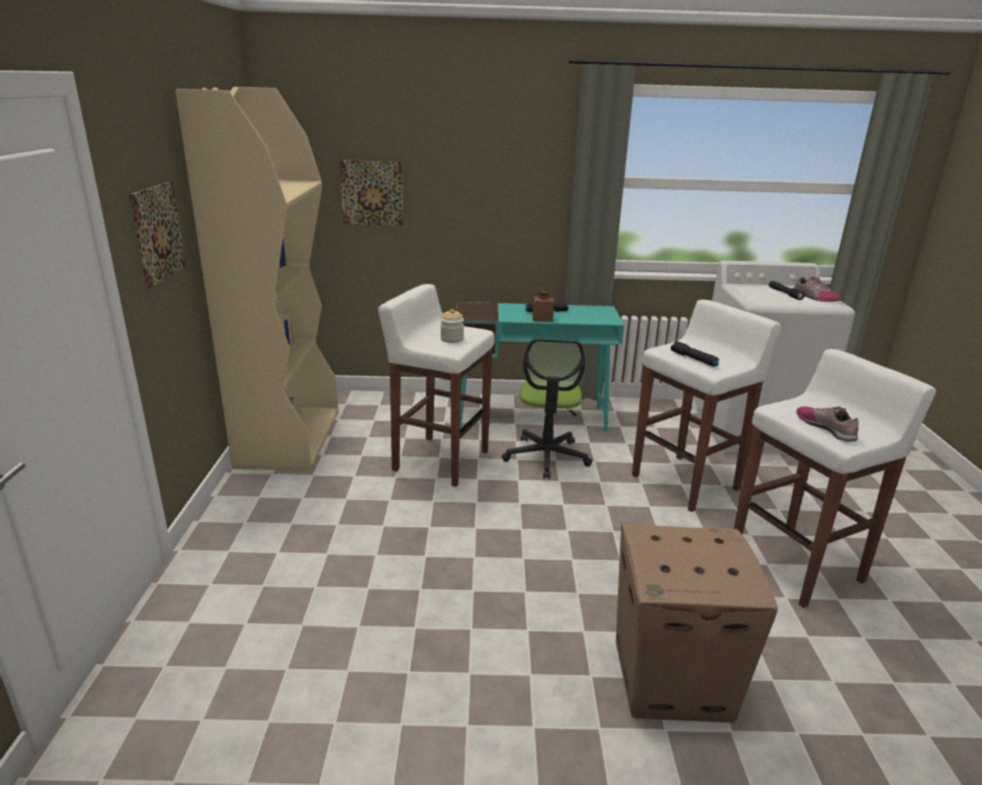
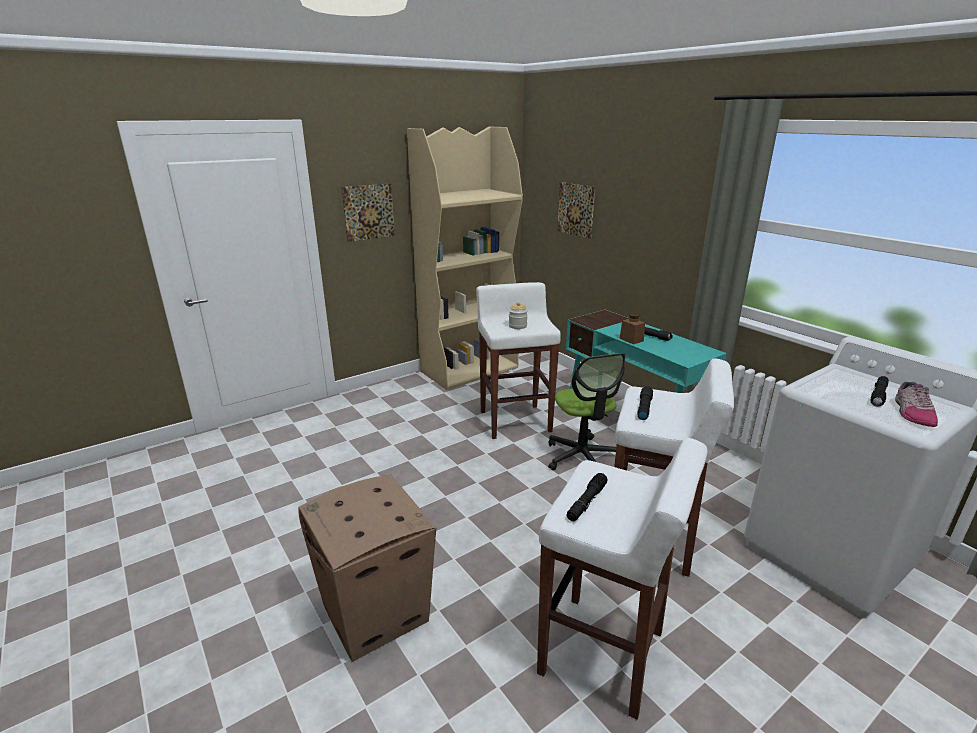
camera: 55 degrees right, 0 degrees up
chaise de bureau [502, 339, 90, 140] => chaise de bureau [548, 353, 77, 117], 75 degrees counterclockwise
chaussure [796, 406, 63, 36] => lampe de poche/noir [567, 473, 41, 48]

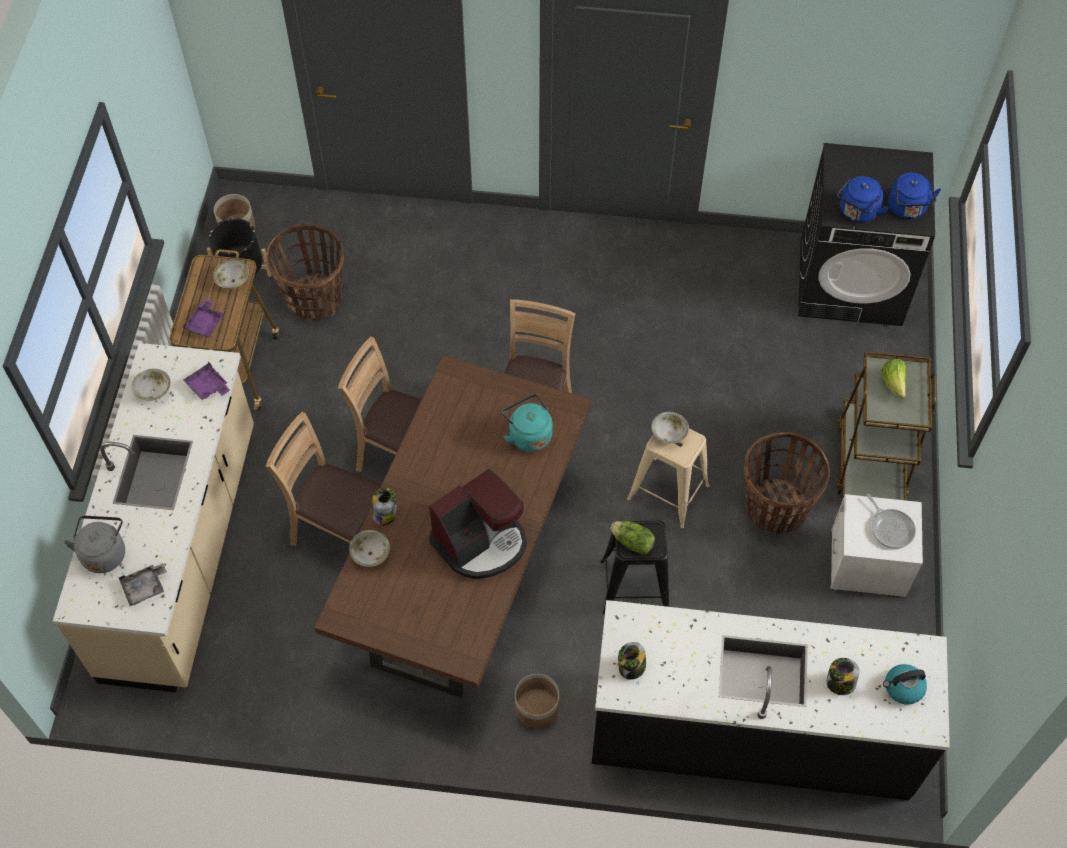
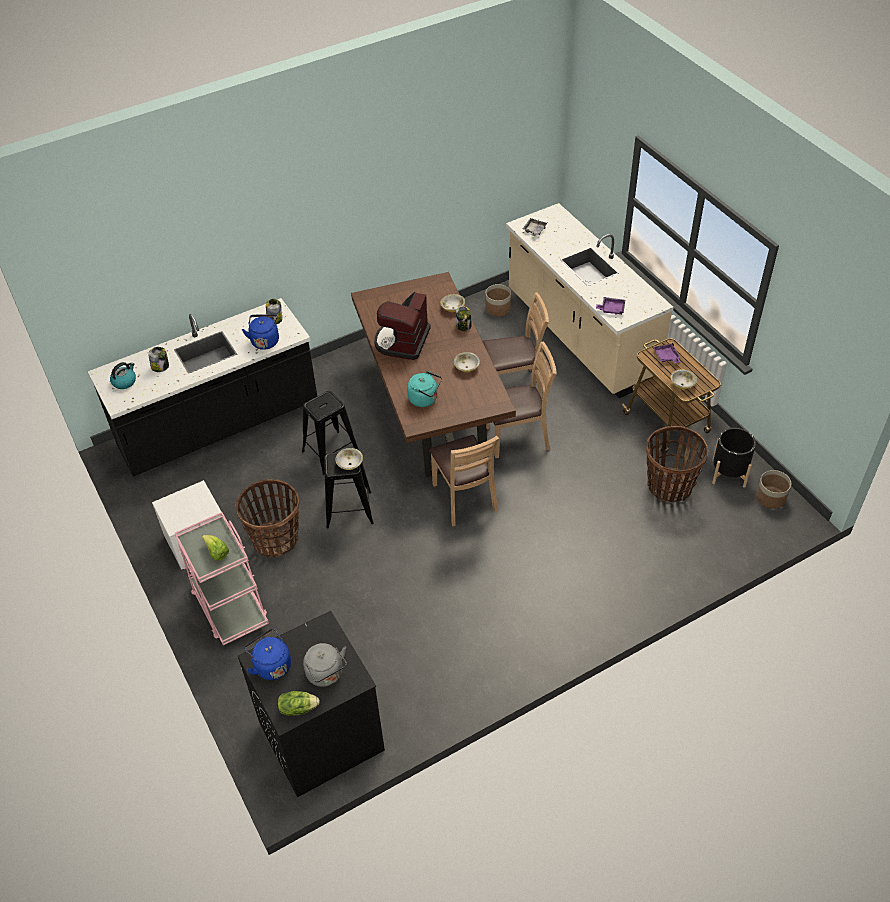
camera: 145 degrees right, 10 degrees down
chariot/marron [836, 351, 100, 150] => chariot/rose [175, 512, 94, 133]
bouilloire/bleu [837, 176, 52, 47] => bouilloire/bleu [242, 314, 37, 36], relocated
laitue [610, 521, 45, 34] => laitue [277, 691, 43, 25], relocated
bouilloire/gris [64, 516, 61, 57] => bouilloire/gris [303, 643, 44, 44], relocated
tabouret/beige [627, 429, 83, 99] => tabouret/noir [324, 452, 50, 77]
bol [132, 369, 39, 32] => bol [454, 352, 26, 20], relocated
cache-pot [515, 674, 44, 55] => cache-pot [486, 284, 25, 33], relocated
poêle [866, 494, 50, 55] => nothing

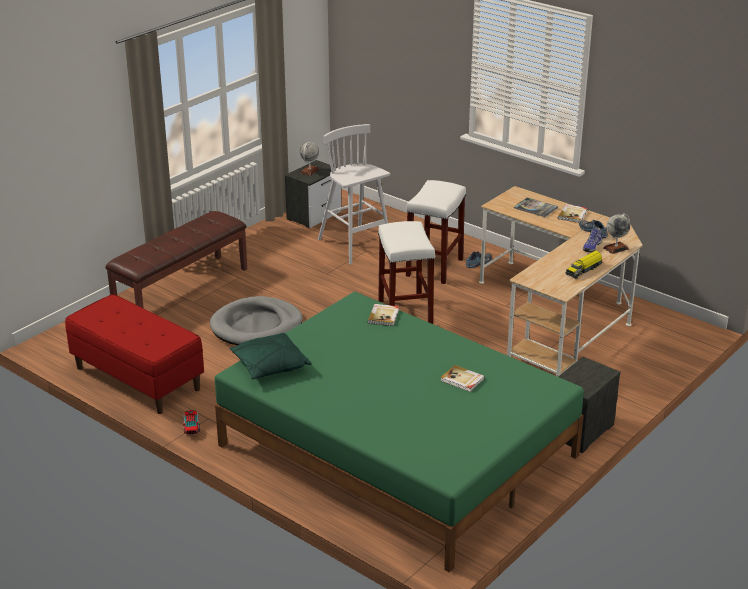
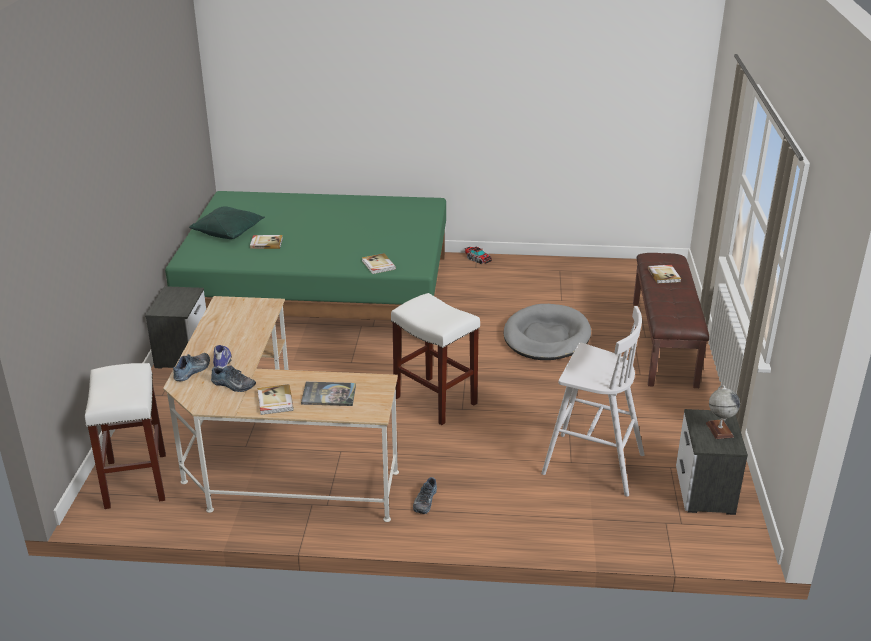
camera: 145 degrees right, 0 degrees up
tabouret/blanc [406, 180, 60, 104] => tabouret/blanc [85, 363, 81, 146], relocated
globe [603, 213, 27, 41] => chaussure [173, 353, 37, 28]
coussin/vert [229, 333, 83, 46] => coussin/vert [189, 206, 76, 33], relocated
nothing => livre [648, 265, 33, 19]
banc/rouge [65, 294, 139, 120] => nothing
camion jouet [566, 251, 37, 28] => nothing

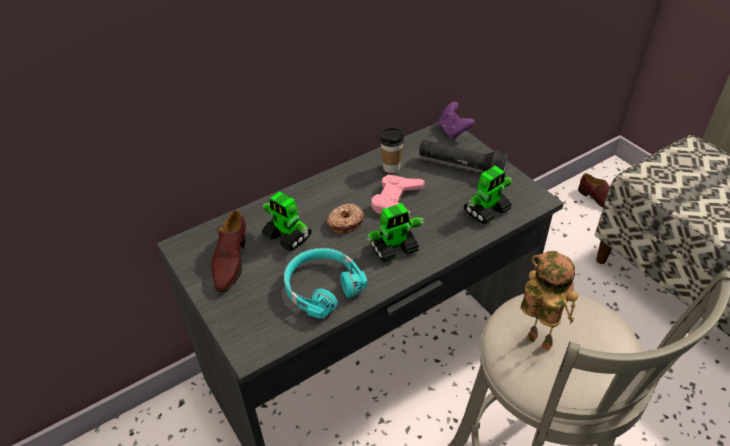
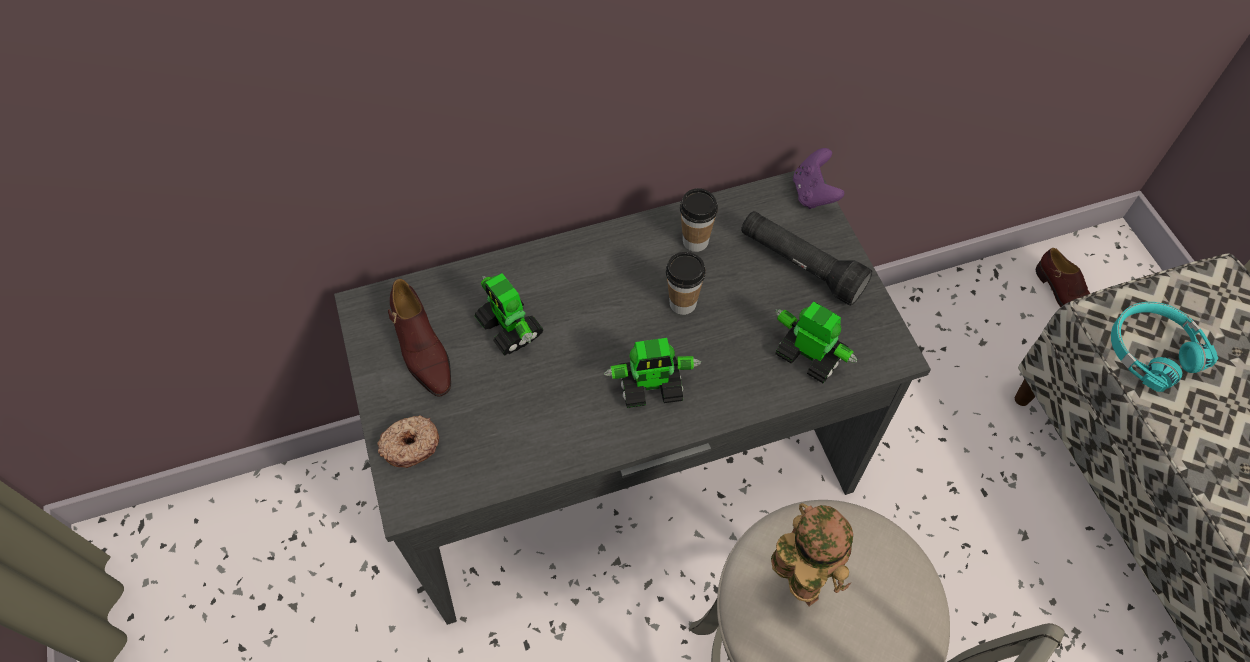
camera: 15 degrees right, 15 degrees up
beignet [327, 203, 37, 30] => beignet [377, 415, 62, 53], relocated
chaussure/marron [211, 210, 35, 82] => chaussure/marron [388, 279, 63, 118], 45 degrees counterclockwise
manette/rose [371, 175, 54, 42] => tasse [666, 252, 40, 63]
robot jouet [463, 166, 50, 58] => robot jouet [775, 301, 82, 82], 120 degrees counterclockwise
casque audio/turquoise [284, 248, 83, 71] => casque audio/turquoise [1111, 302, 107, 90], relocated

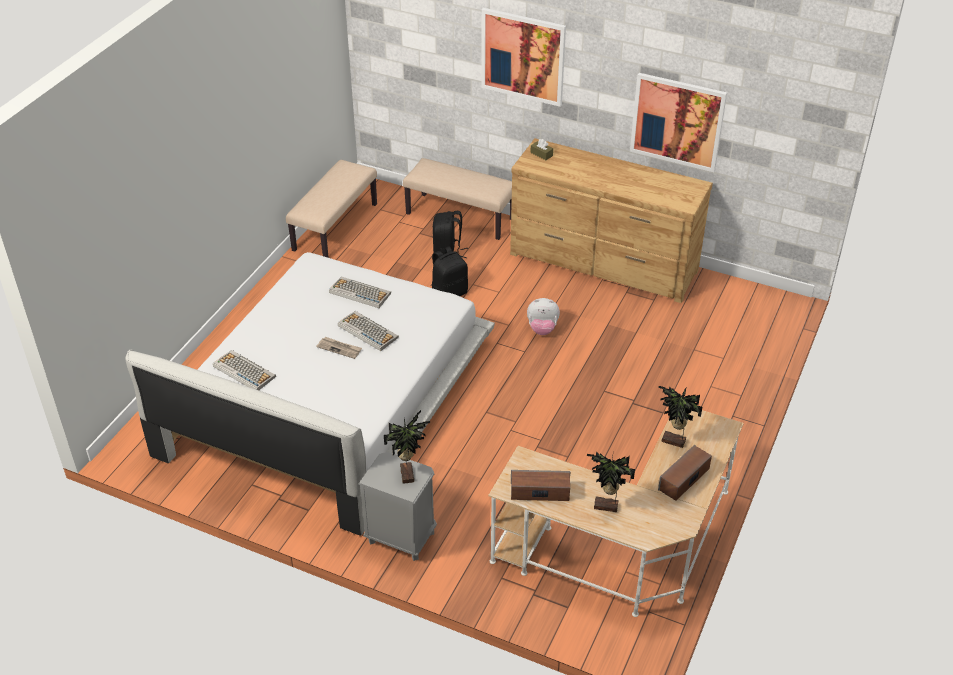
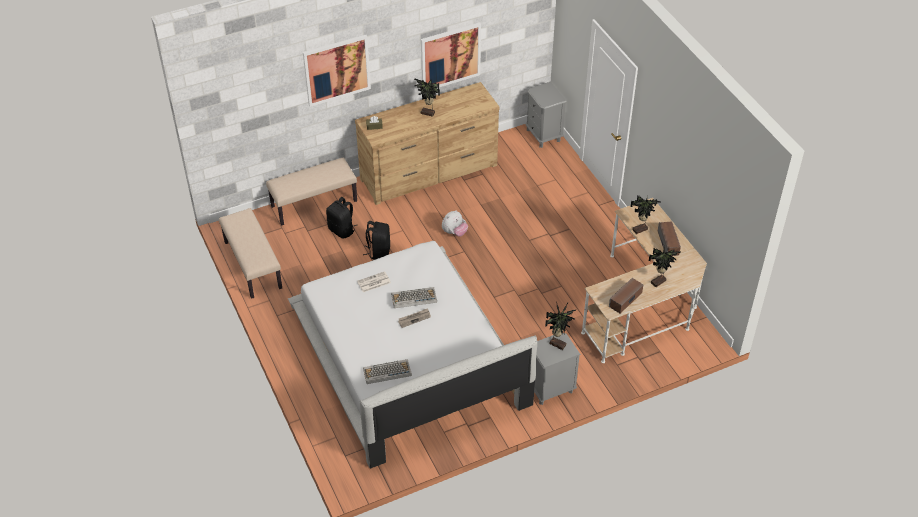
camera: 50 degrees left, 5 degrees up
clavier [329, 276, 62, 32] => journal [357, 271, 34, 21]
nothing => plante en pot [414, 78, 26, 39]
nothing => table de chevet/gris [525, 81, 41, 67]

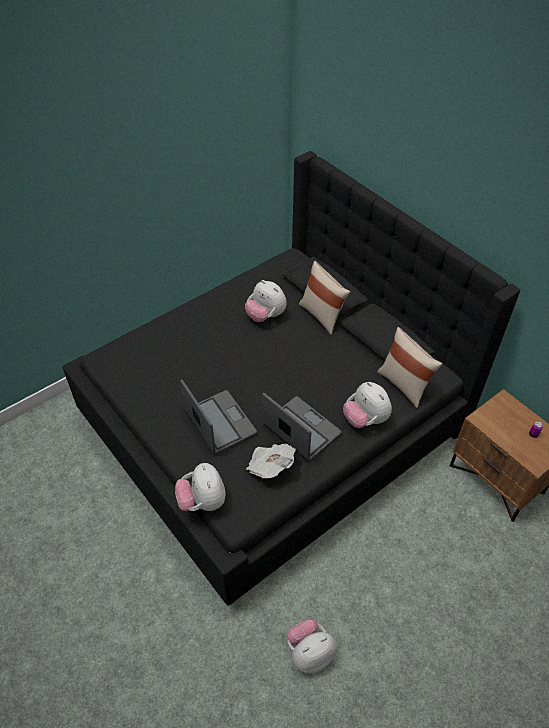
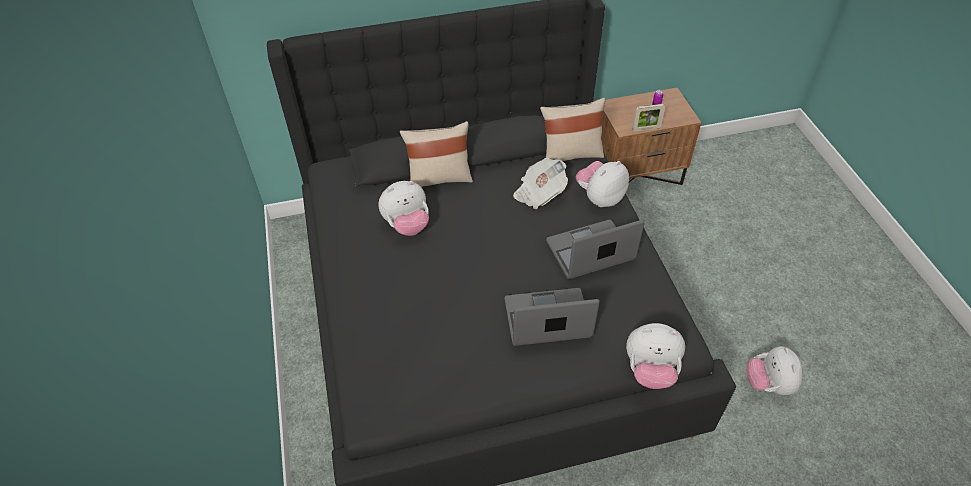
camera: 65 degrees left, 0 degrees up
journal [246, 443, 50, 35] => journal [513, 158, 55, 51], relocated
peluche [343, 382, 49, 46] => peluche [576, 161, 53, 46], 150 degrees clockwise
nothing => cadre photo [632, 104, 33, 28]

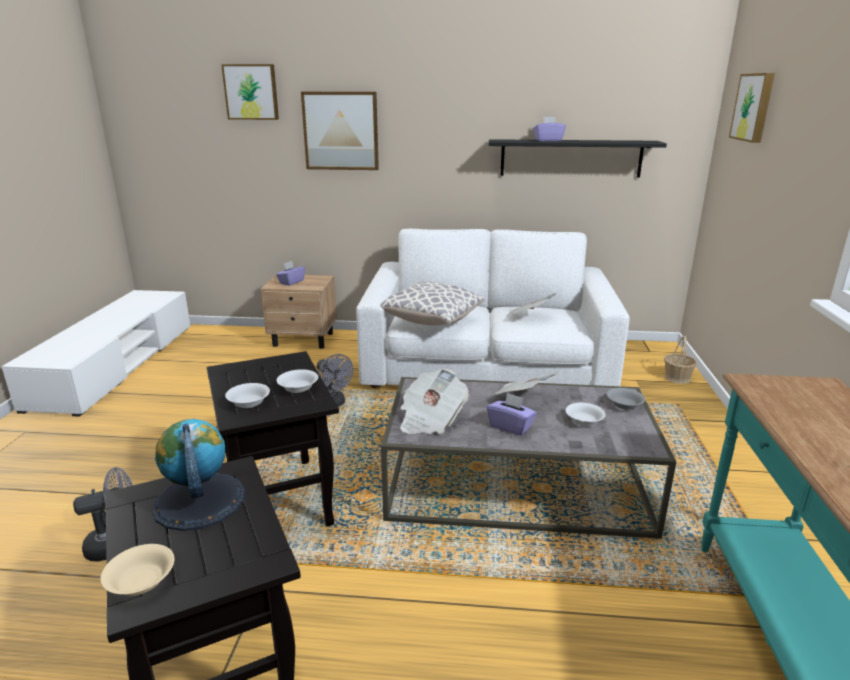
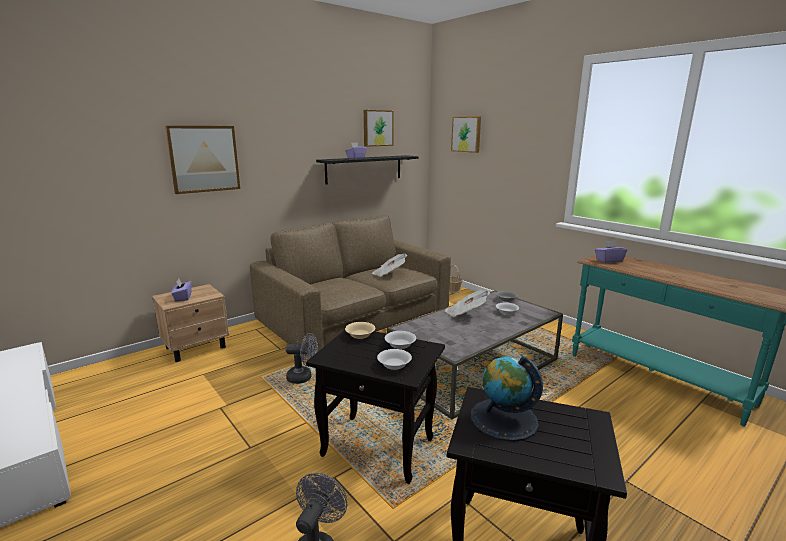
camera: 45 degrees left, 5 degrees down
canapé/blanc [356, 229, 274, 159] => canapé/marron [250, 216, 201, 141]
bol/beige [100, 544, 74, 52] => bol/beige [345, 322, 30, 17], relocated
tableau [221, 64, 58, 56] => tableau [364, 110, 29, 36], relocated
boîte à mouchoirs/violet [487, 393, 50, 43] => boîte à mouchoirs/violet [595, 240, 32, 23], relocated
coussin [379, 281, 105, 44] => nothing
journal [400, 369, 69, 65] => nothing

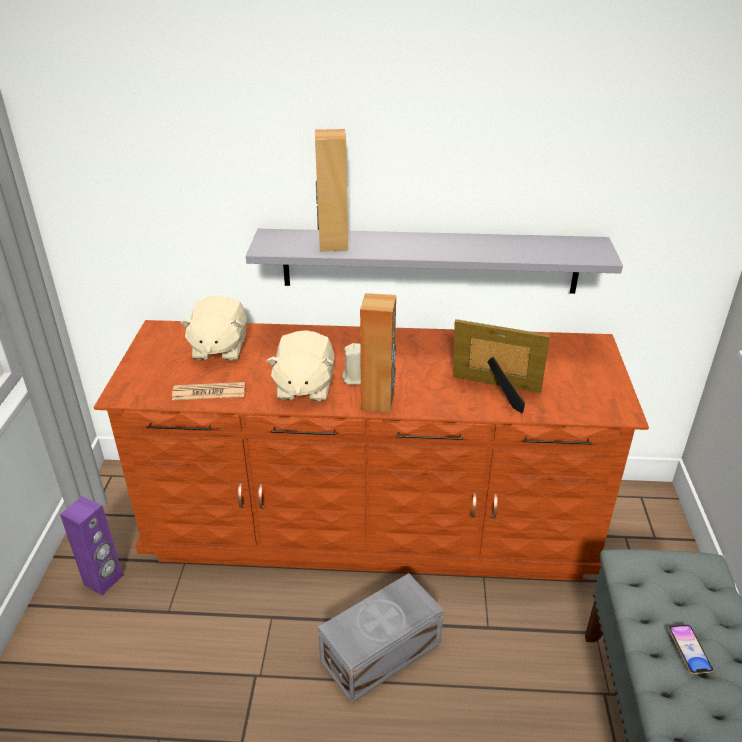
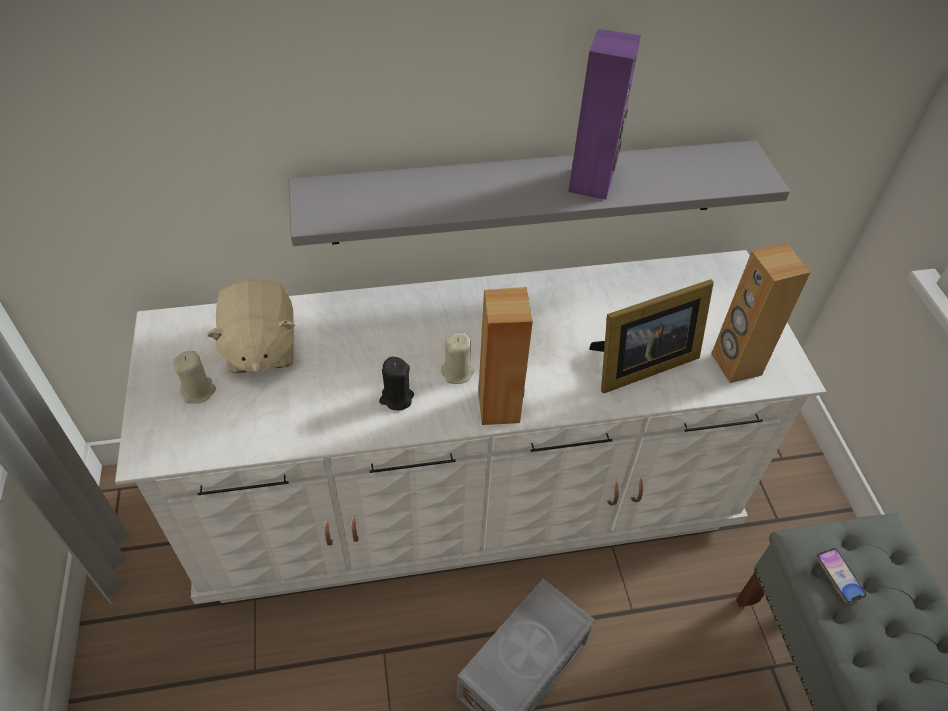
camera: 15 degrees left, 15 degrees up
commode/marron [94, 320, 555, 261] => commode/blanc [115, 250, 711, 354]
nothing => bougie/beige [173, 351, 43, 53]
peluche/beige [266, 330, 68, 72] => bougie/noir [379, 357, 35, 53]
enceinte/violet [60, 496, 63, 99] => enceinte/violet [568, 29, 73, 171], relocated
cadre photo [453, 319, 97, 94] => cadre photo [589, 279, 125, 115], 150 degrees clockwise
enceinte/marron [315, 129, 33, 122] => enceinte/marron [711, 244, 100, 139], relocated
téléphone [668, 624, 45, 50] => téléphone [816, 548, 51, 56], relocated
journal [172, 382, 73, 18] => nothing

